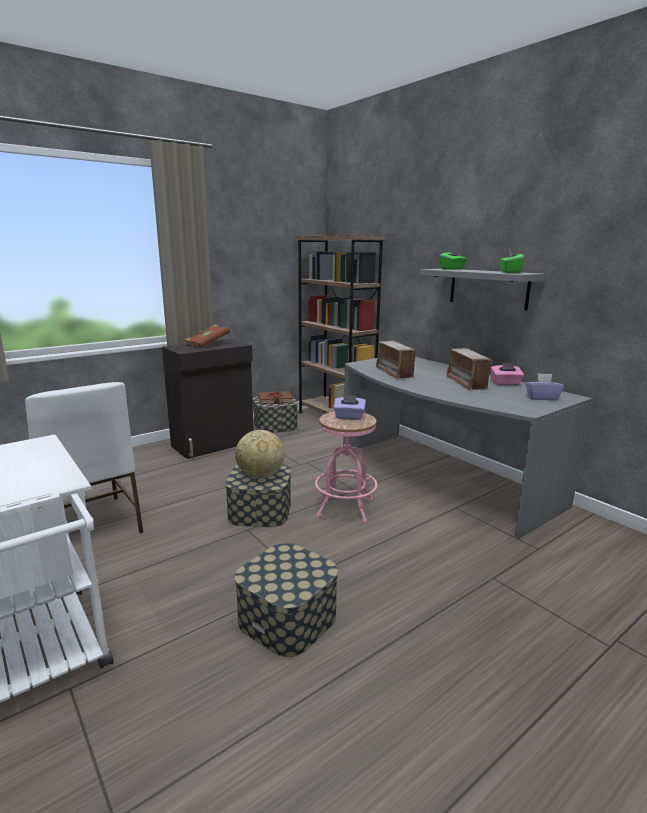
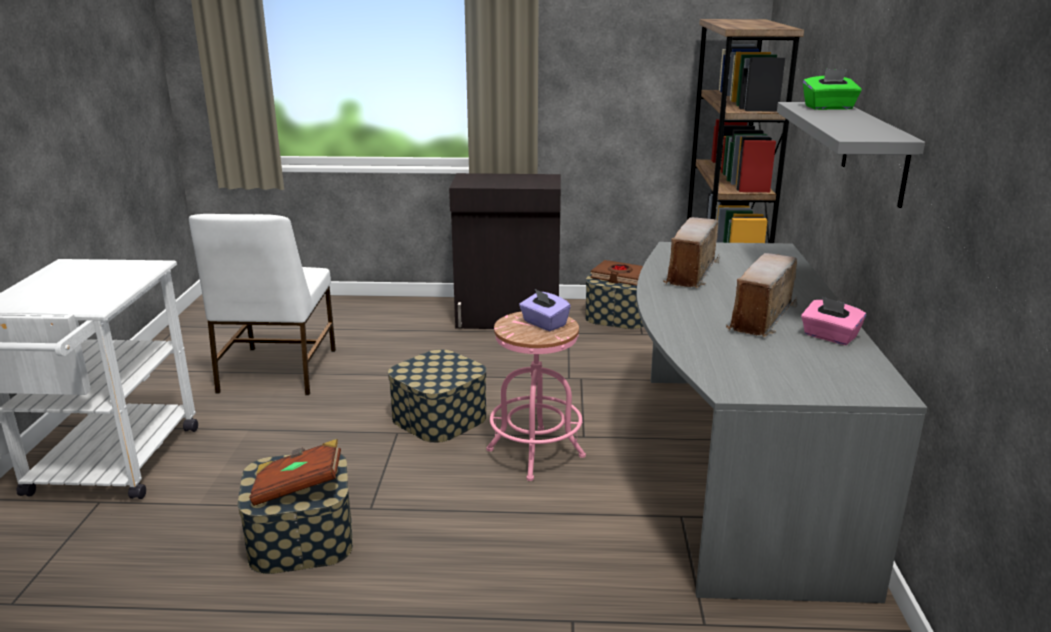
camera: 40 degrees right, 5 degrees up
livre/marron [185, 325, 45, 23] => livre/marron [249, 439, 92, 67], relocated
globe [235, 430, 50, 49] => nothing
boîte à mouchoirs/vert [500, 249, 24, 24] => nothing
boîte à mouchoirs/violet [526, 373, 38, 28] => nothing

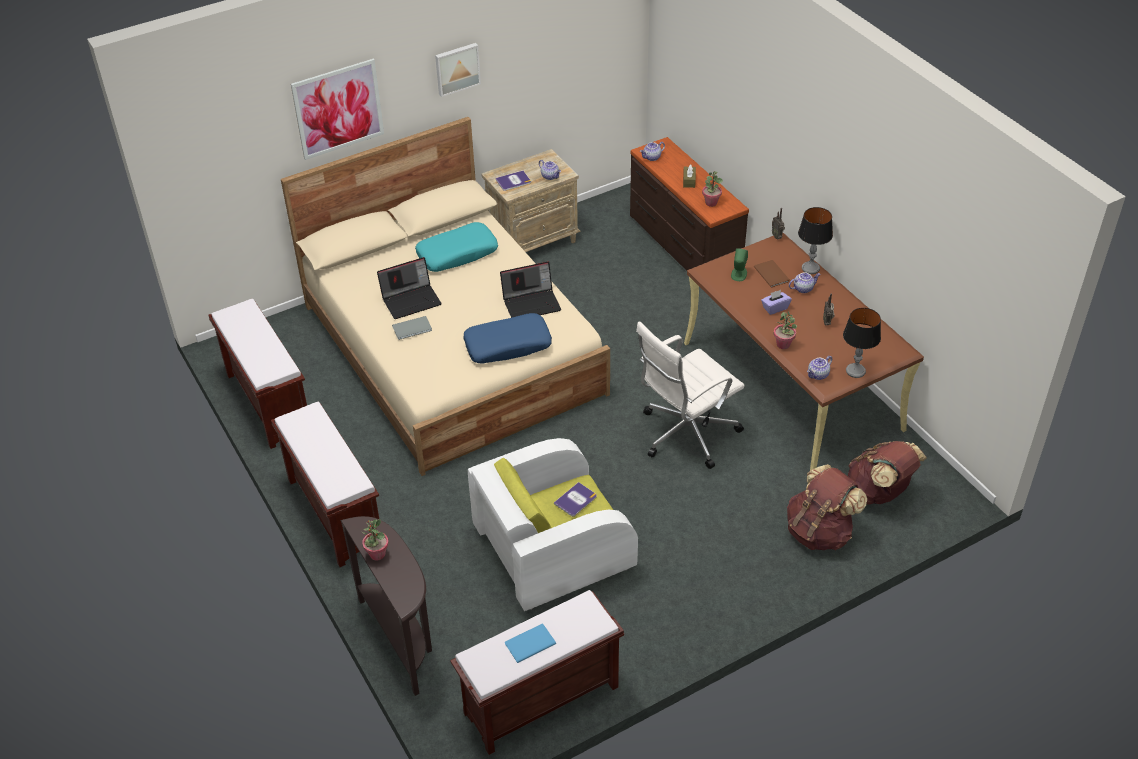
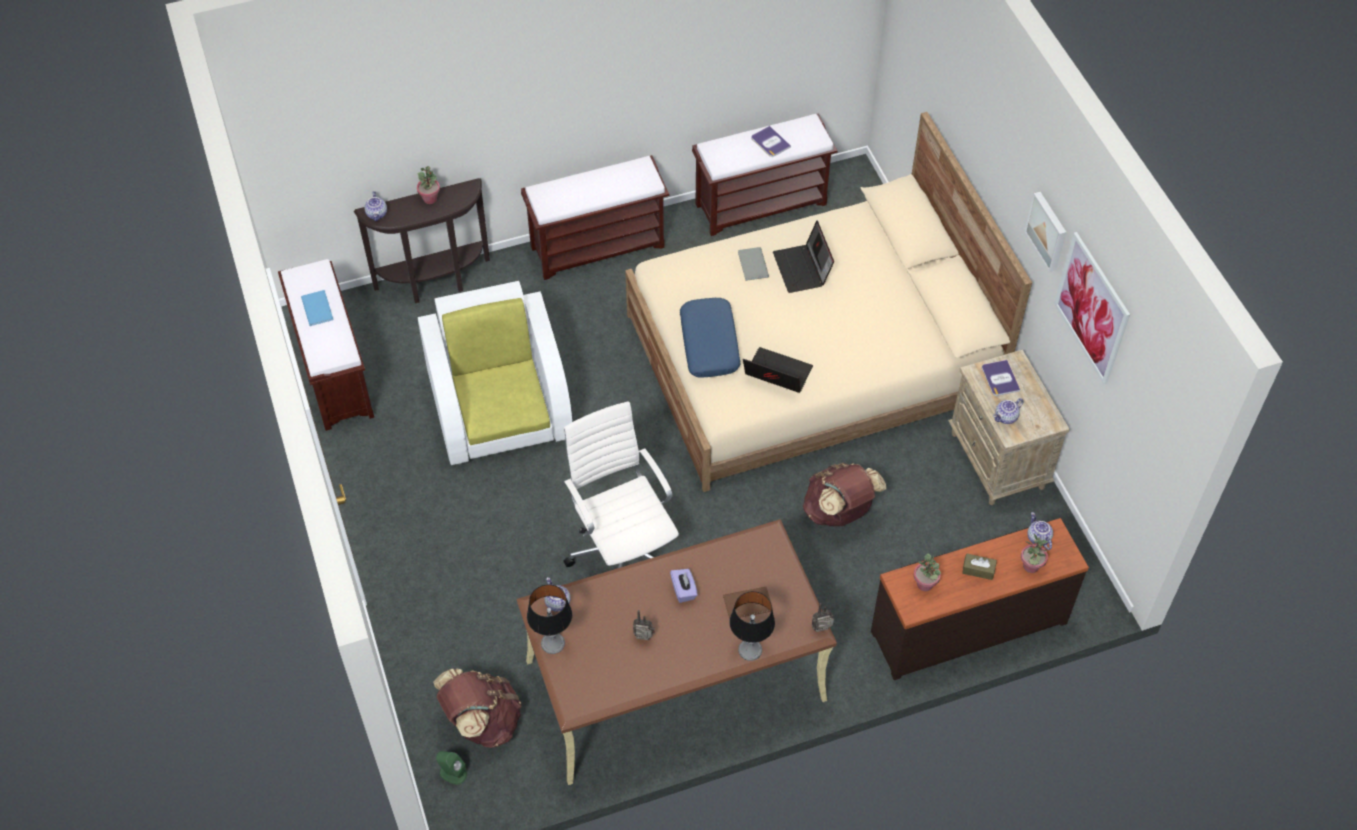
camera: 100 degrees right, 10 degrees up
théière [789, 272, 32, 21] => théière [364, 191, 23, 30], relocated
enceinte/vert [731, 248, 17, 33] => enceinte/vert [436, 751, 31, 34], relocated
ordinateur portable [500, 262, 61, 56] => ordinateur portable [743, 347, 70, 46], 120 degrees clockwise
livre [554, 482, 43, 34] => livre [751, 126, 40, 31], relocated
sac à dos/marron [787, 464, 80, 86] => sac à dos/marron [803, 463, 83, 63], relocated
plante en pot [774, 311, 23, 38] => plante en pot [1021, 534, 27, 39], relocated
tableau [291, 59, 93, 101] => tableau [1054, 232, 76, 153], relocated
coussin/turquoise [415, 222, 83, 50] => nothing

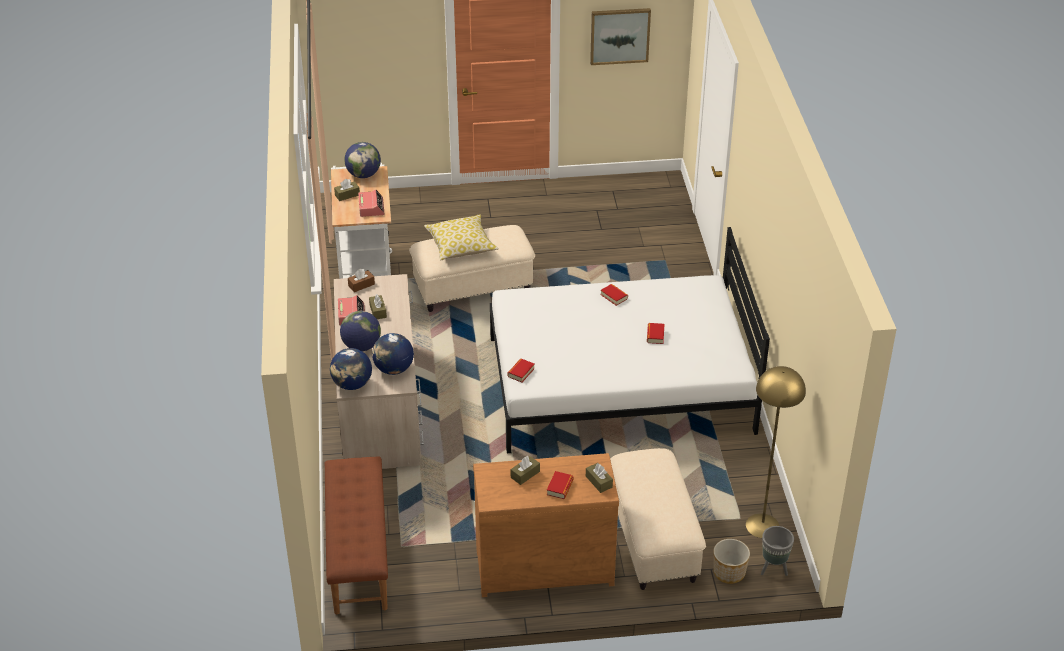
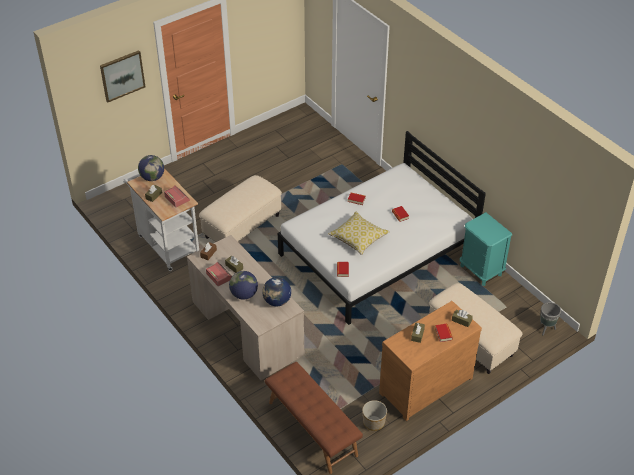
camera: 30 degrees left, 5 degrees up
tableau [590, 8, 61, 57] => tableau [100, 50, 45, 52], relocated
coussin [424, 214, 75, 46] => coussin [328, 212, 62, 43], relocated
cache-pot [713, 539, 37, 45] => cache-pot [362, 400, 25, 31], relocated
nothing => table de chevet/turquoise [460, 212, 53, 74]
globe [330, 348, 42, 42] => nothing
lampadaire/jaune [746, 366, 60, 172] => nothing

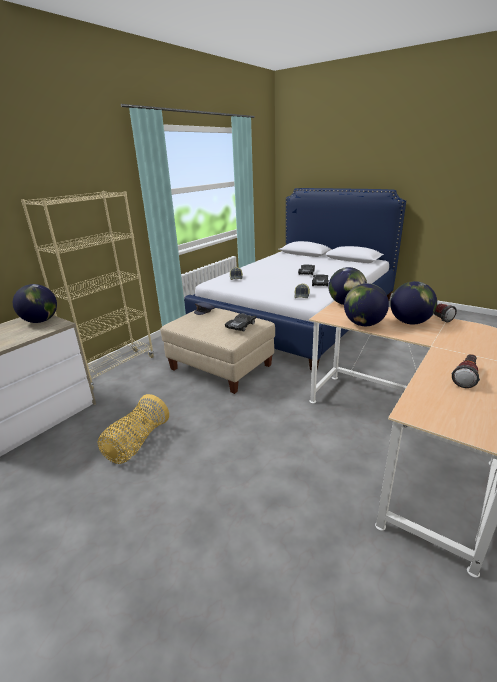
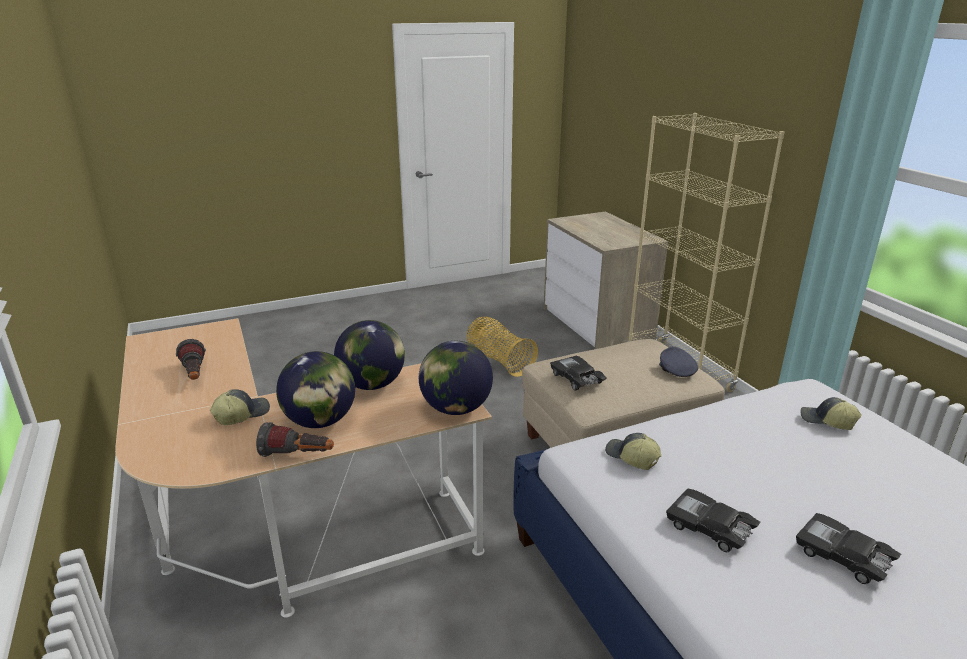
camera: 120 degrees right, 0 degrees up
nothing => casquette [210, 389, 60, 36]
globe [13, 284, 44, 39] => nothing

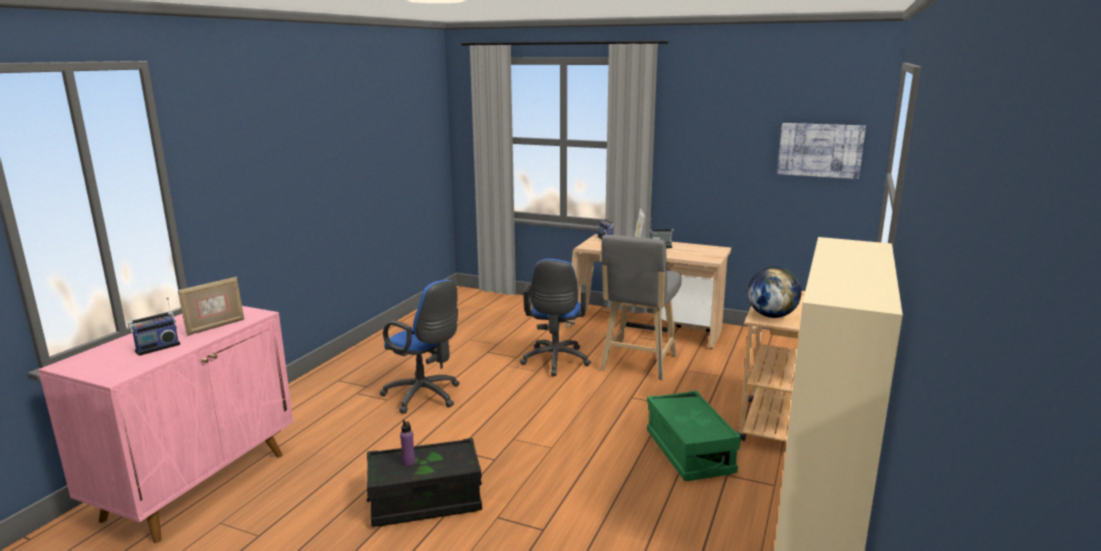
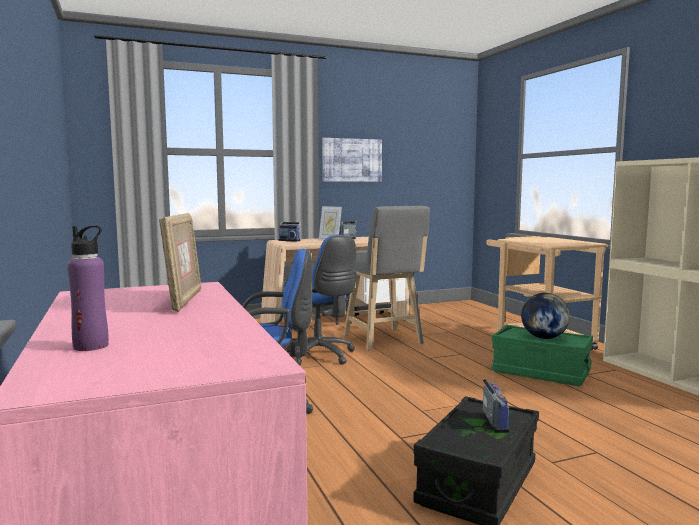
camera: 45 degrees left, 10 degrees down
bouteille/violet [400, 419, 15, 47] => bouteille/violet [67, 225, 42, 126], relocated
tableau [777, 123, 89, 56] => tableau [322, 138, 60, 44], relocated
radio [128, 298, 52, 58] => radio [482, 359, 28, 74], relocated
globe [748, 267, 53, 51] => globe [521, 293, 49, 46], relocated

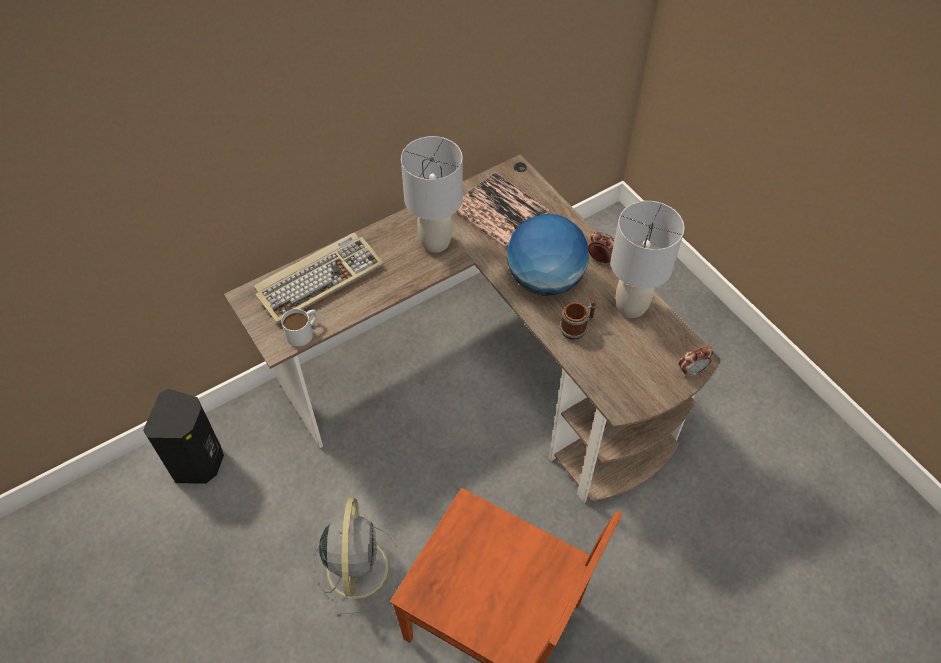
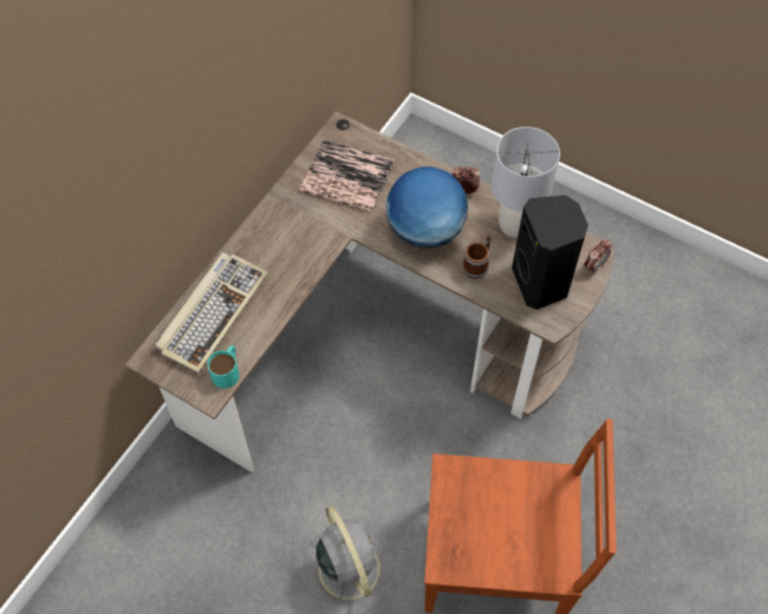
camera: 25 degrees left, 5 degrees up
mug/blanc [281, 309, 37, 38] => mug/turquoise [207, 346, 32, 42]
enceinte/noir [143, 389, 81, 95] => enceinte/noir [512, 195, 76, 114], relocated
lampe de table/gris [401, 136, 62, 117] => nothing

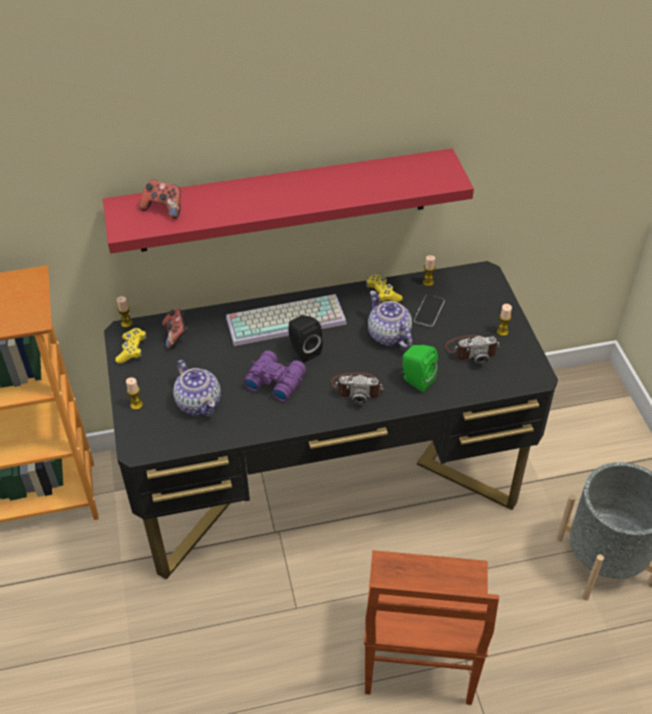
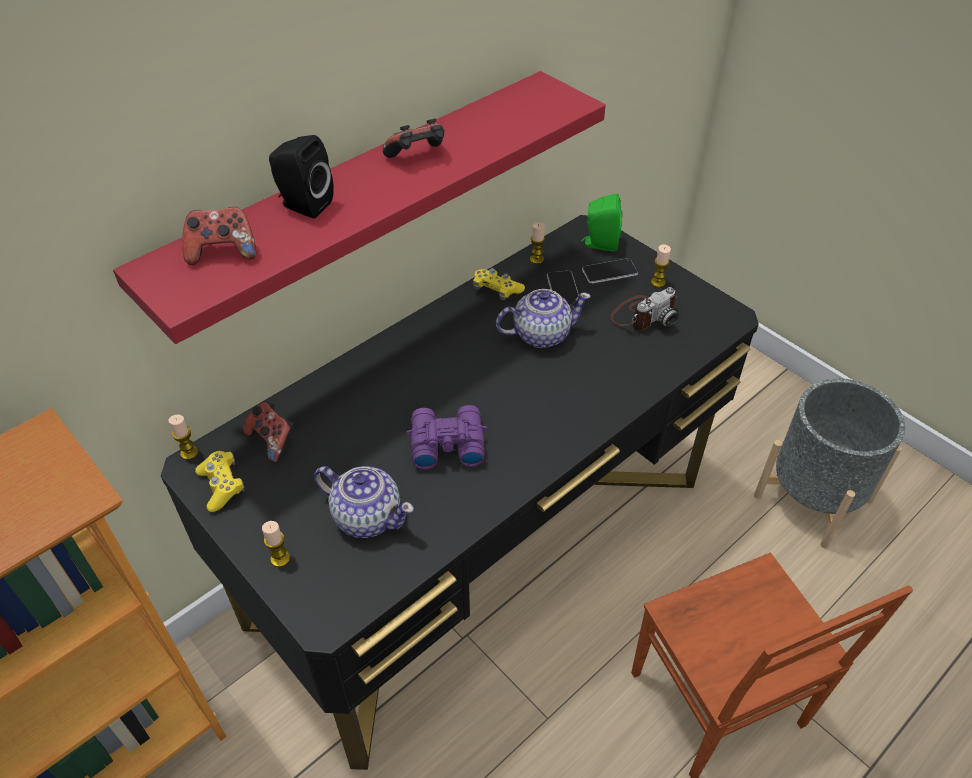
camera: 30 degrees left, 0 degrees up
enceinte/noir [288, 315, 35, 47] => enceinte/noir [269, 135, 65, 83], relocated
nothing => manette [383, 118, 61, 40]
théière [368, 291, 44, 57] => théière [496, 289, 95, 59], 135 degrees clockwise
enceinte/vert [401, 345, 37, 47] => enceinte/vert [581, 194, 41, 58], relocated
nothing => téléphone [582, 258, 56, 26]
clavier [226, 294, 121, 52] => nothing
appareil photo [331, 372, 53, 33] => nothing

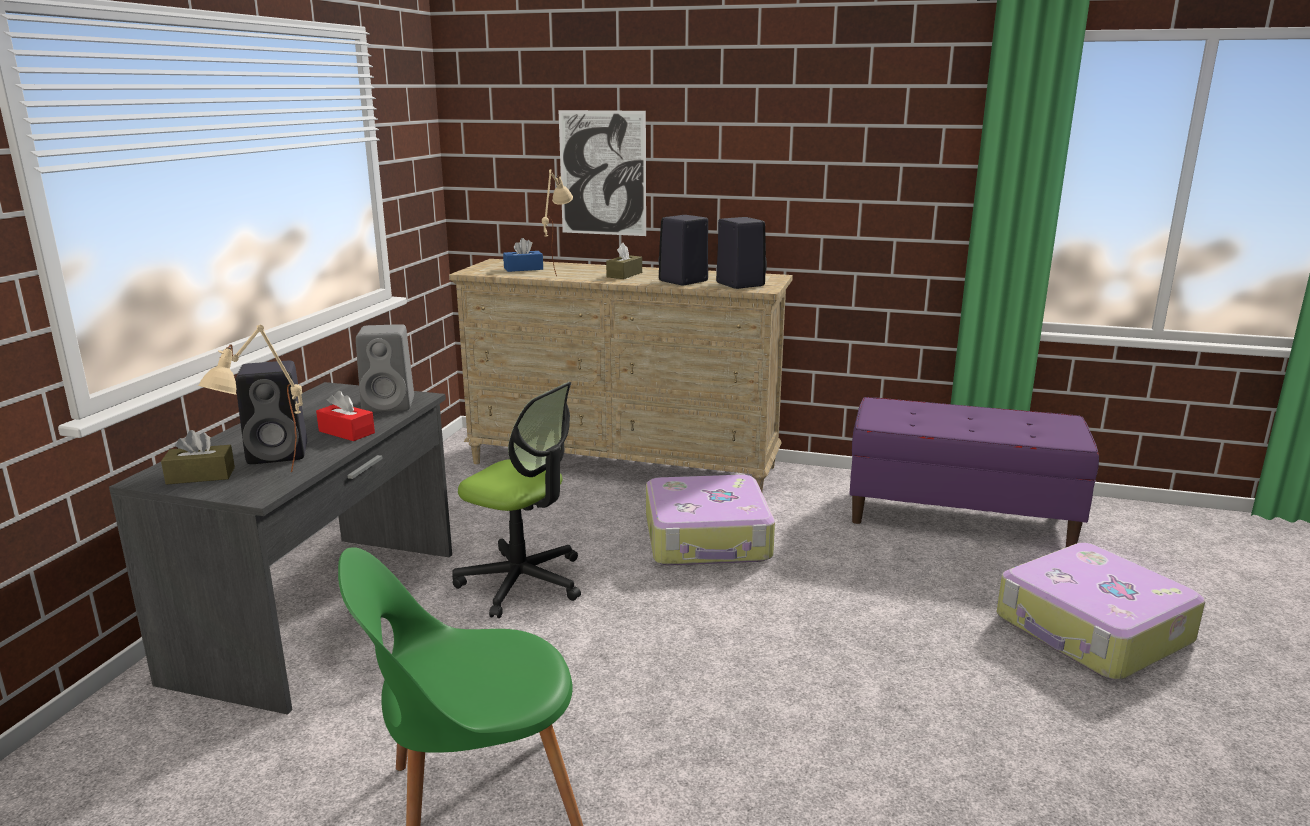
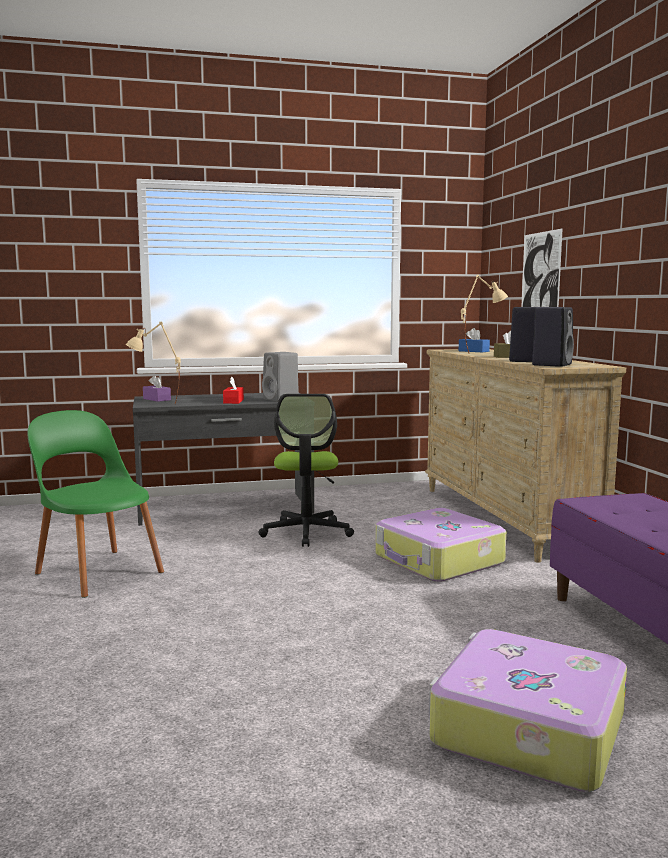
camera: 60 degrees right, 10 degrees down
boîte à mouchoirs/marron [161, 430, 74, 55] => boîte à mouchoirs/violet [143, 375, 28, 27]
enceinte/noir [235, 361, 72, 103] => nothing

